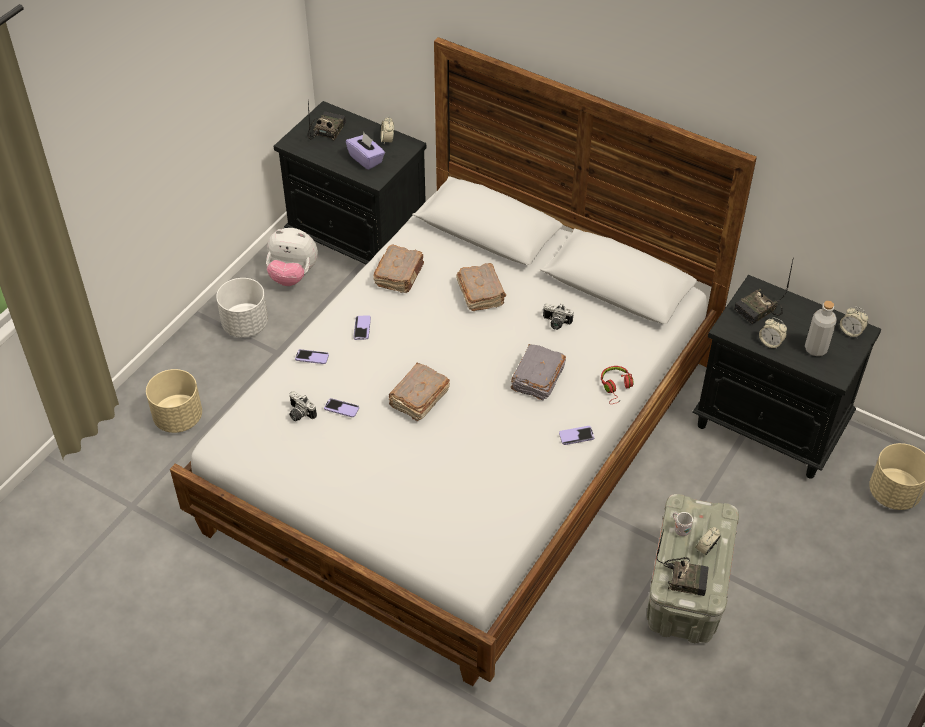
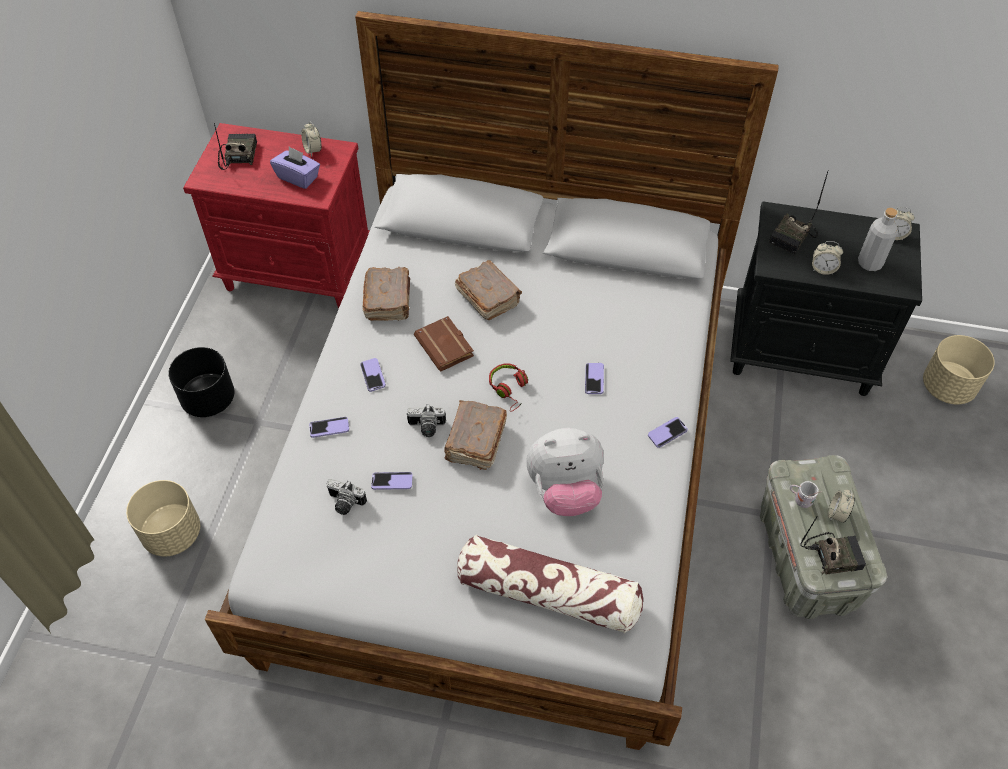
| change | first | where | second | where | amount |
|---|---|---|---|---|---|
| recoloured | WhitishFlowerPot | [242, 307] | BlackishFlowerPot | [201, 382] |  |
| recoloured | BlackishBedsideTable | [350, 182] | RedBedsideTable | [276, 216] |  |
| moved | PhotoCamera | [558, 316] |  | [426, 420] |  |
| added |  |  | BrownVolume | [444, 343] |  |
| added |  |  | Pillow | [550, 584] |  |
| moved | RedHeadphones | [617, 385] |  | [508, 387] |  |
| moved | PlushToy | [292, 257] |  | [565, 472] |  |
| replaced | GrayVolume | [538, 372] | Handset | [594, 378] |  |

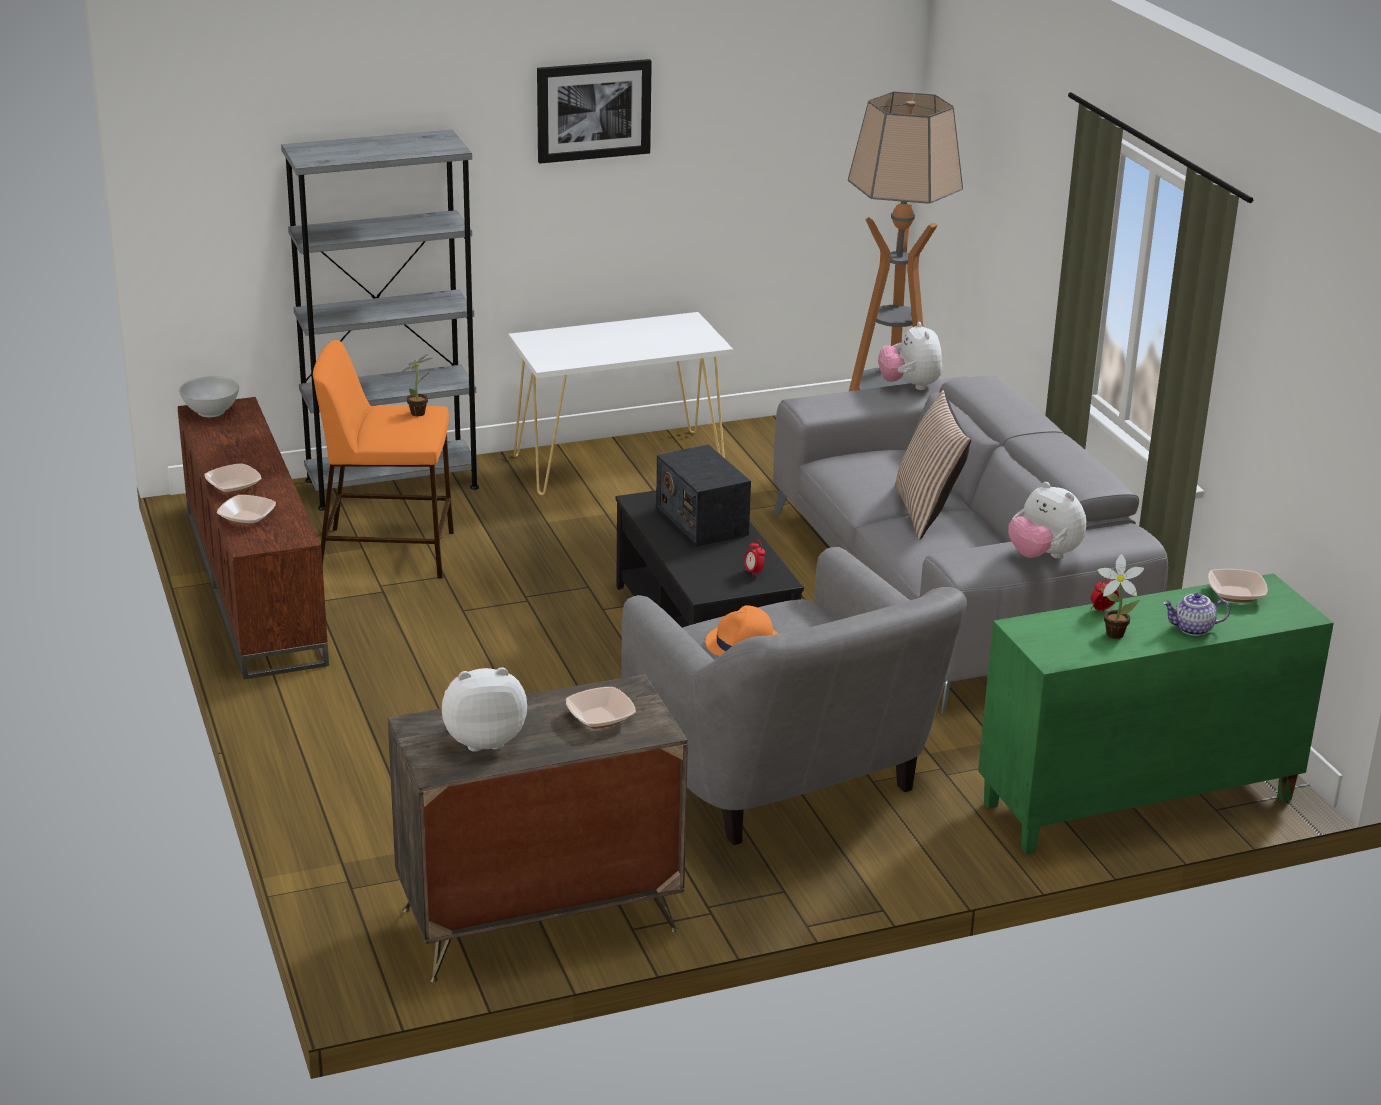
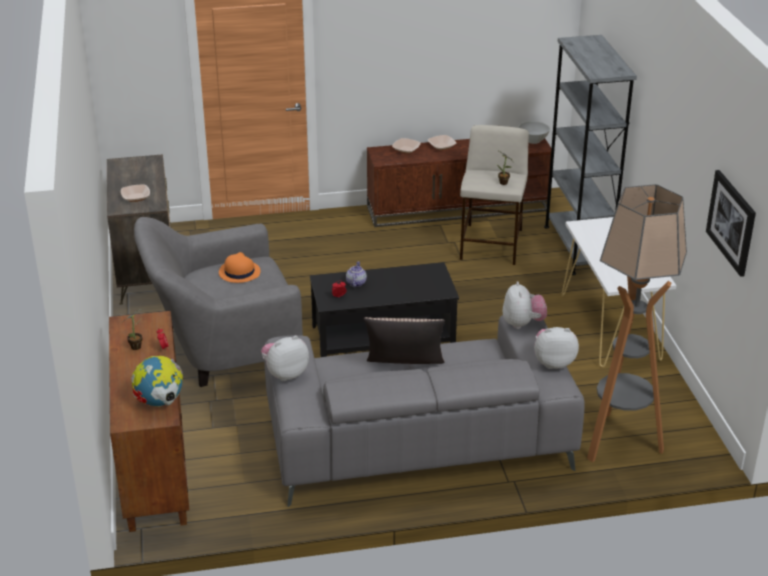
| change | first | where | second | where | amount |
|---|---|---|---|---|---|
| recoloured | GreenishCupboard | [1156, 714] | BrownCupboard | [149, 421] |  |
| replaced | DeepDish | [1237, 585] | DeskGlobe | [157, 381] |  |
| moved | TeaPot | [1196, 614] |  | [356, 274] |  |
| recoloured | OrangeColouredStool | [383, 459] | SandColouredStool | [494, 195] |  |
| moved | PlushToy | [484, 709] |  | [524, 305] |  |
| moved | WallArt | [594, 111] |  | [731, 223] |  |
| removed | RadioReceiver | [703, 495] |  |  |  |

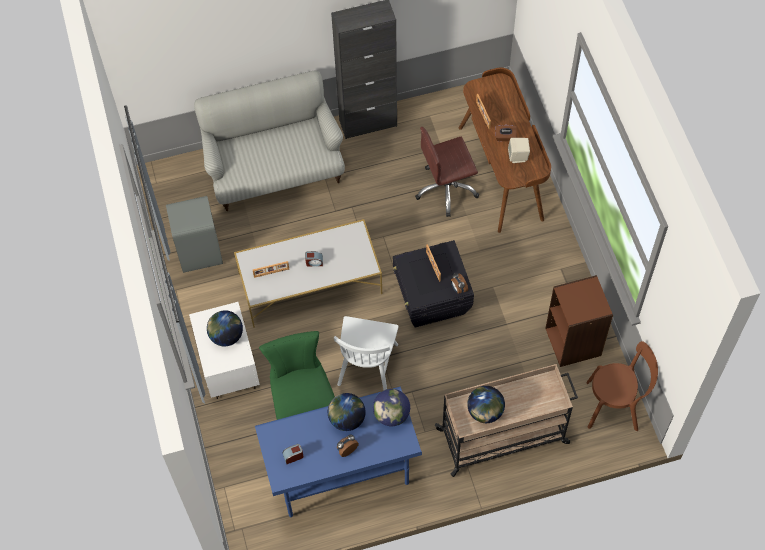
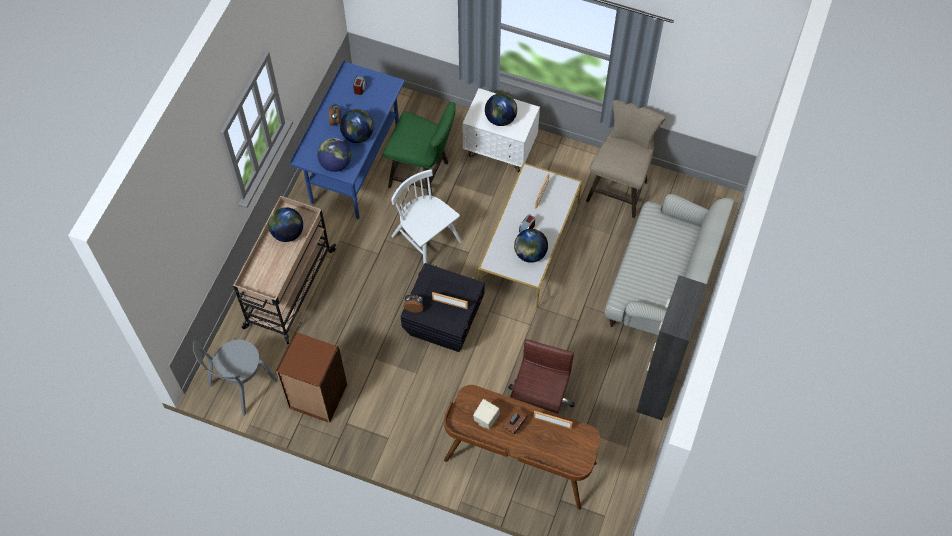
| change | first | where | second | where | amount |
|---|---|---|---|---|---|
| recoloured | BrownPlainChair | [622, 386] | GrayPlainChair | [235, 377] |  |
| added |  |  | DeskGlobe | [531, 246] |  |
| replaced | GrayRubbishBin | [194, 234] | SandColouredStool | [626, 159] |  |

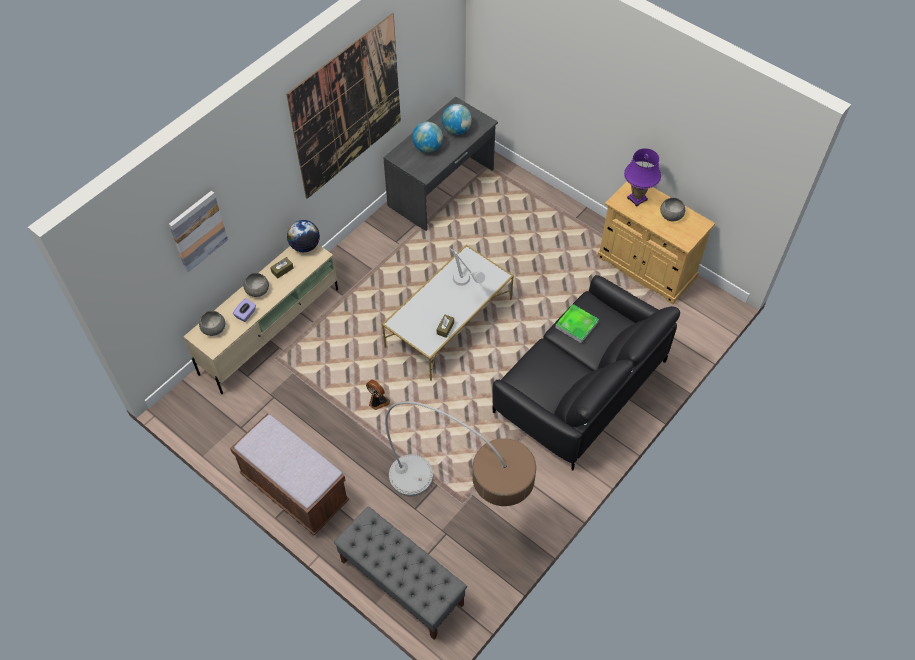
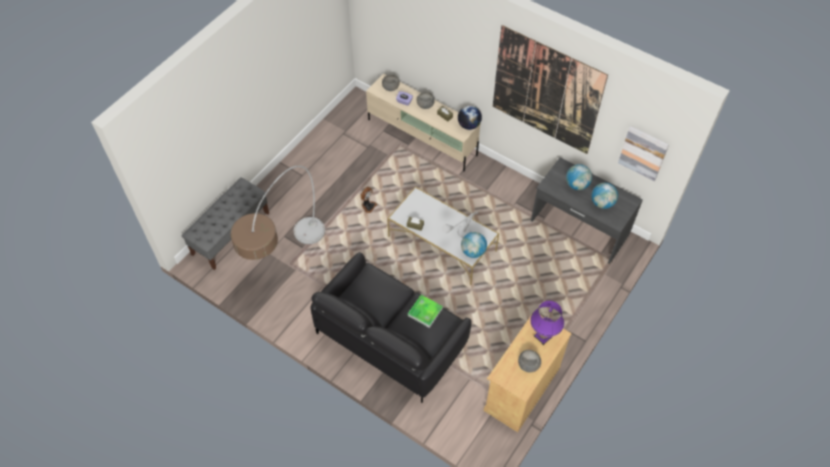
| change | first | where | second | where | amount |
|---|---|---|---|---|---|
| added |  |  | DeskGlobe | [474, 245] |  |
| moved | WallArt | [198, 231] |  | [643, 153] |  |
| removed | BrownLongSeat | [289, 474] |  |  |  |

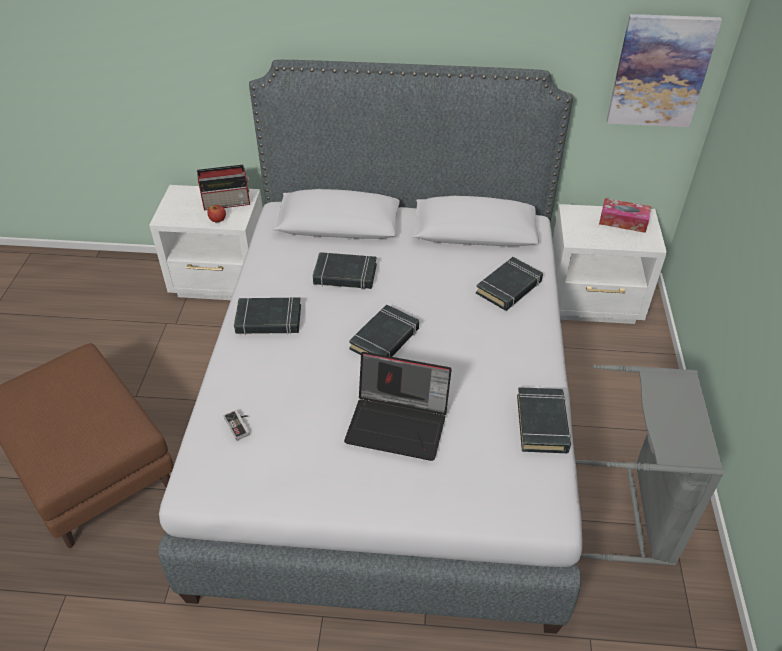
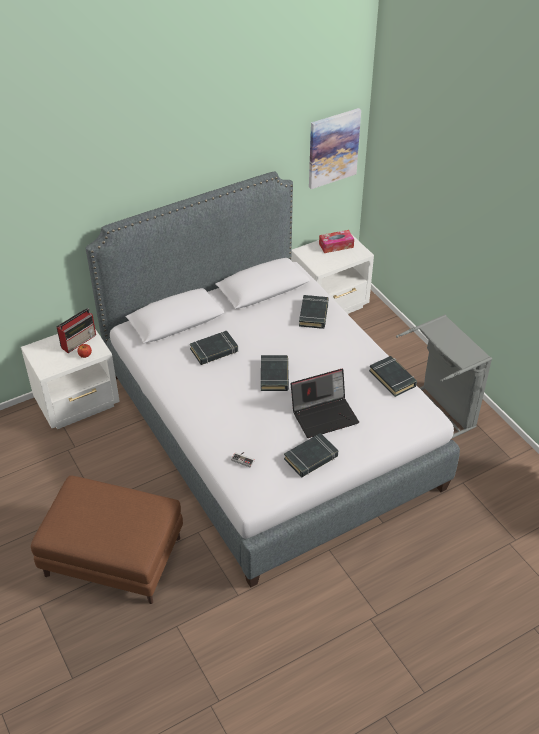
| change | first | where | second | where | amount |
|---|---|---|---|---|---|
| moved | BlackishVolume | [267, 316] |  | [311, 455] |  |

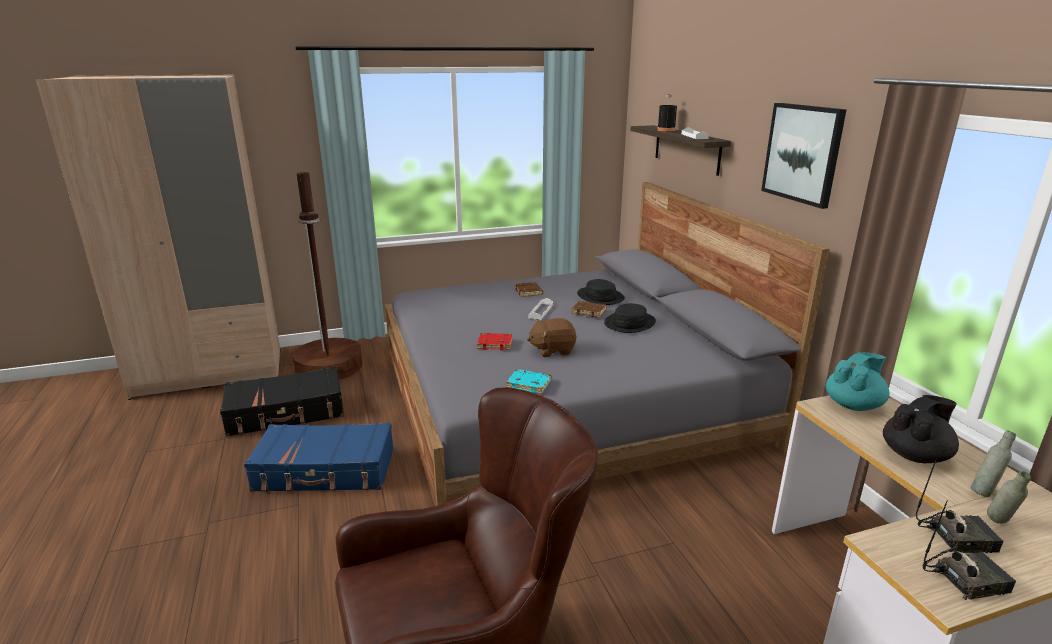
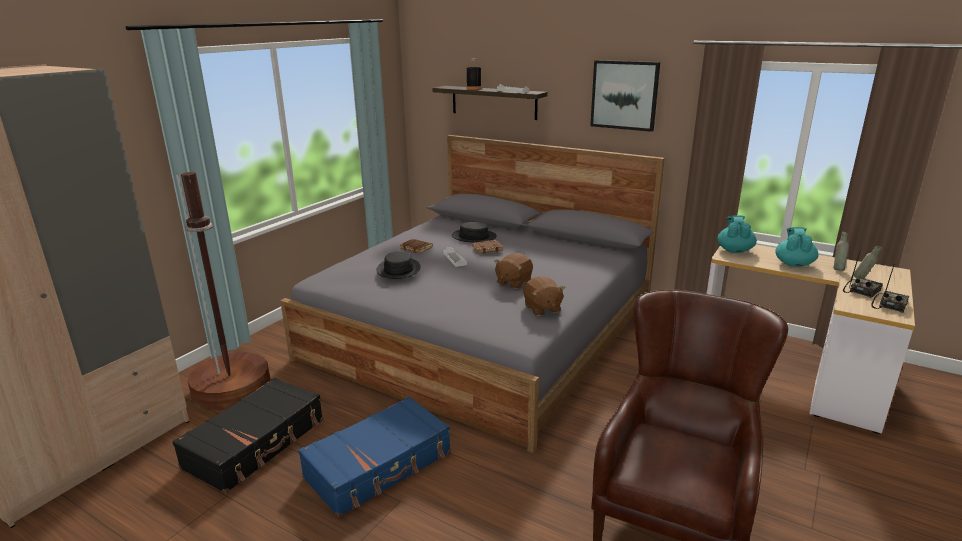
| change | first | where | second | where | amount |
|---|---|---|---|---|---|
| moved | BlackishWearableHat | [630, 318] |  | [399, 265] |  |
| replaced | TurquoiseVolume | [528, 381] | BrownPlushToy | [544, 296] |  |
| recoloured | BlackishTeaPot | [921, 429] | TurquoiseTeaPot | [797, 247] |  |
| removed | RedVolume | [495, 341] |  |  |  |

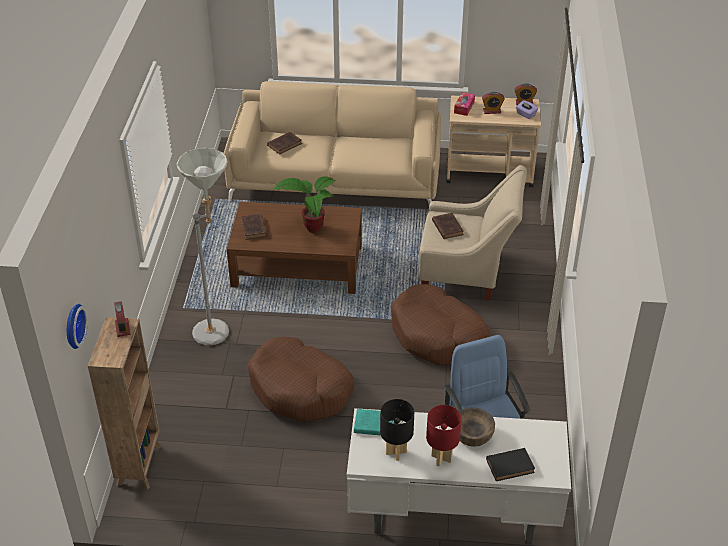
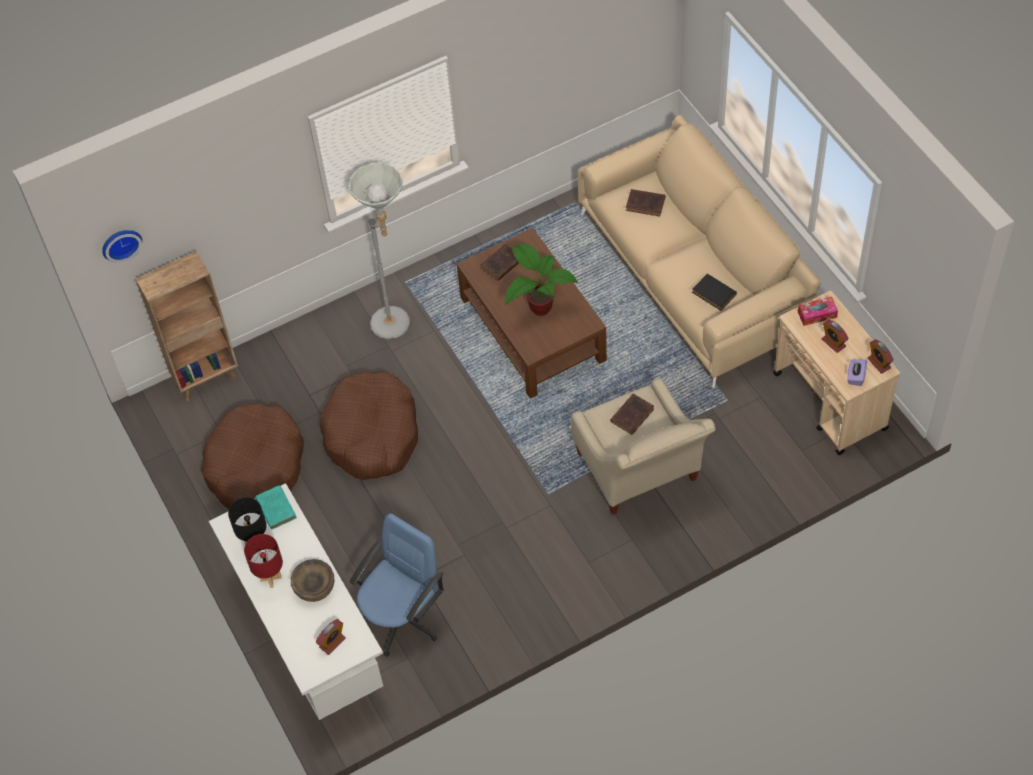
| change | first | where | second | where | amount |
|---|---|---|---|---|---|
| moved | BrownPetBed | [440, 324] |  | [253, 456] |  |
| moved | TableClock | [122, 319] |  | [331, 637] |  |
| moved | BlackishVolume | [510, 464] |  | [714, 292] |  |

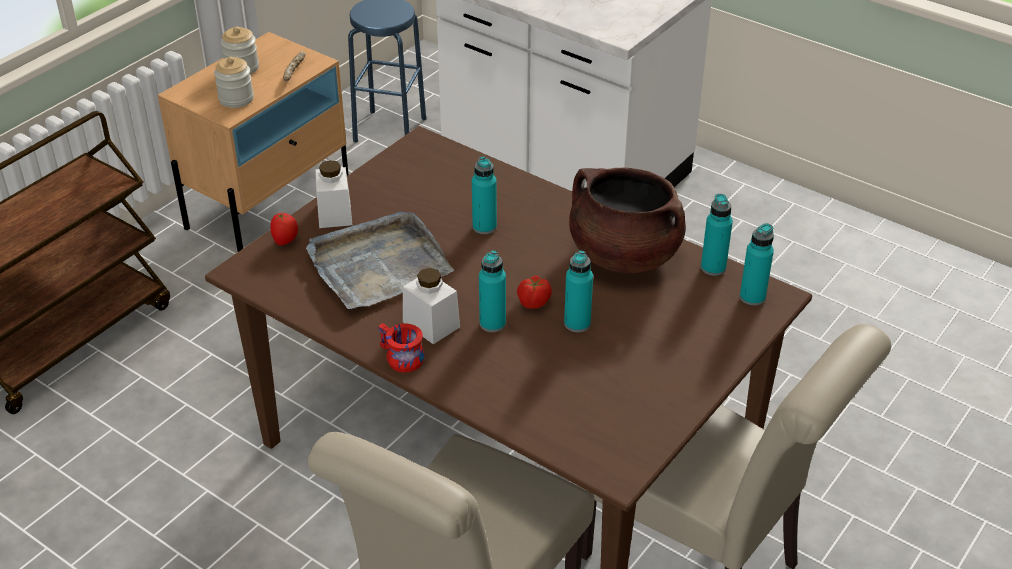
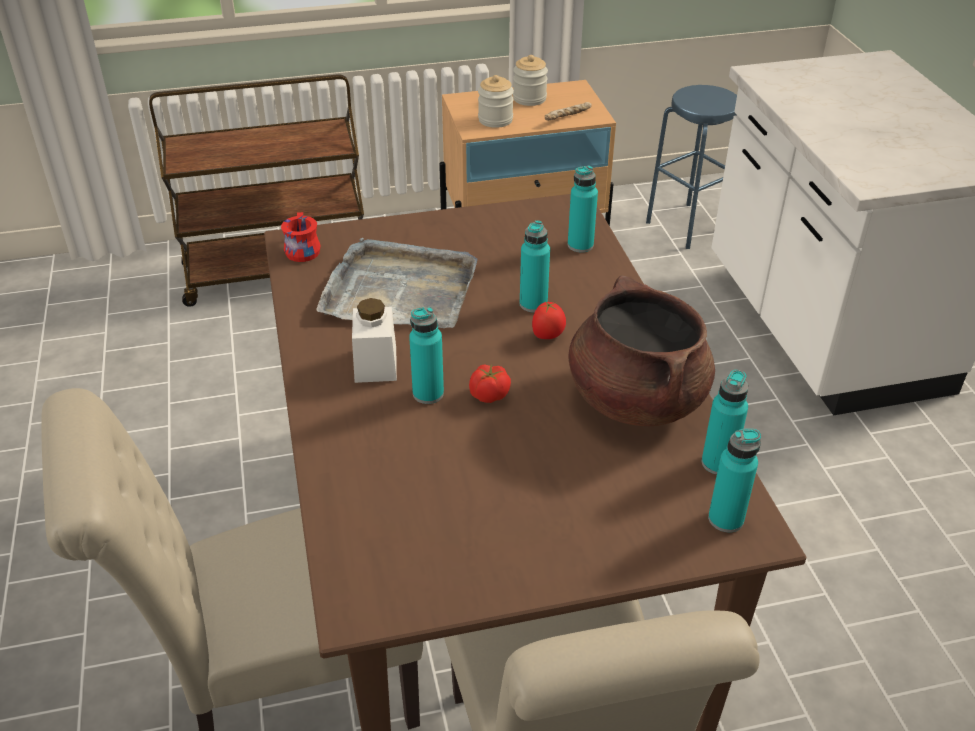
| change | first | where | second | where | amount |
|---|---|---|---|---|---|
| moved | RedMug | [401, 348] |  | [300, 237] |  |
| moved | WholeTomato | [284, 228] |  | [549, 320] |  |
| moved | TurquoiseBottle | [578, 291] |  | [583, 209] |  |
| removed | WhitishStorageJar | [333, 194] |  |  |  |

